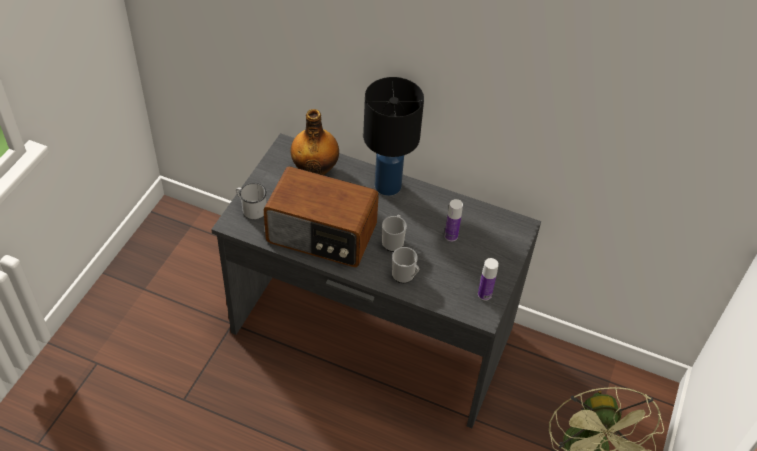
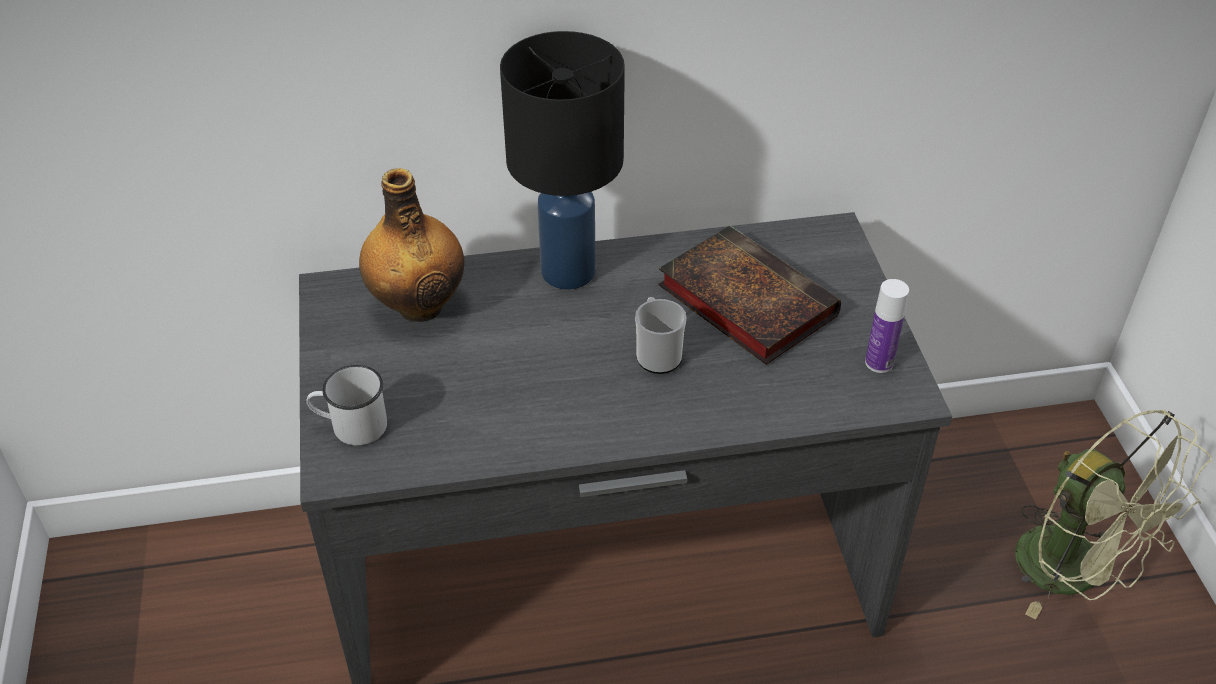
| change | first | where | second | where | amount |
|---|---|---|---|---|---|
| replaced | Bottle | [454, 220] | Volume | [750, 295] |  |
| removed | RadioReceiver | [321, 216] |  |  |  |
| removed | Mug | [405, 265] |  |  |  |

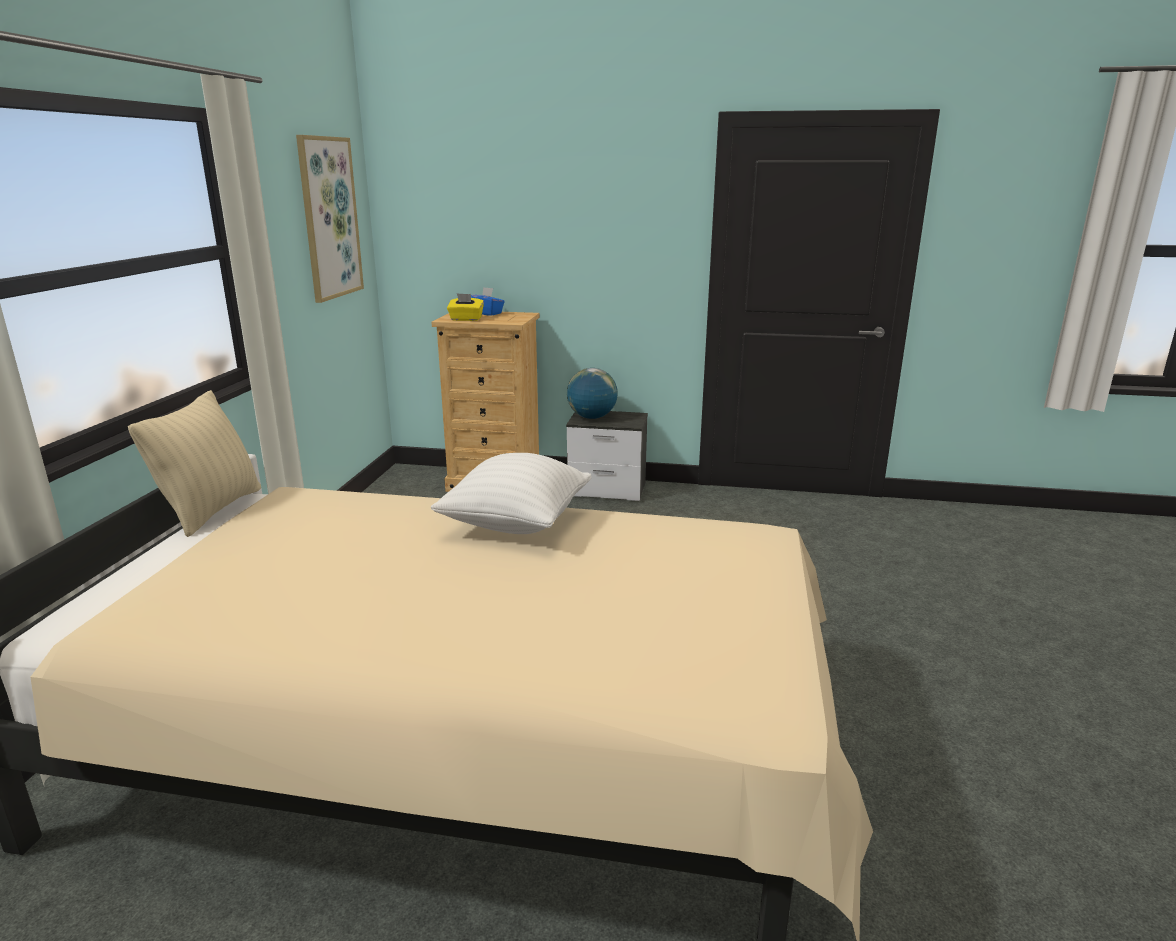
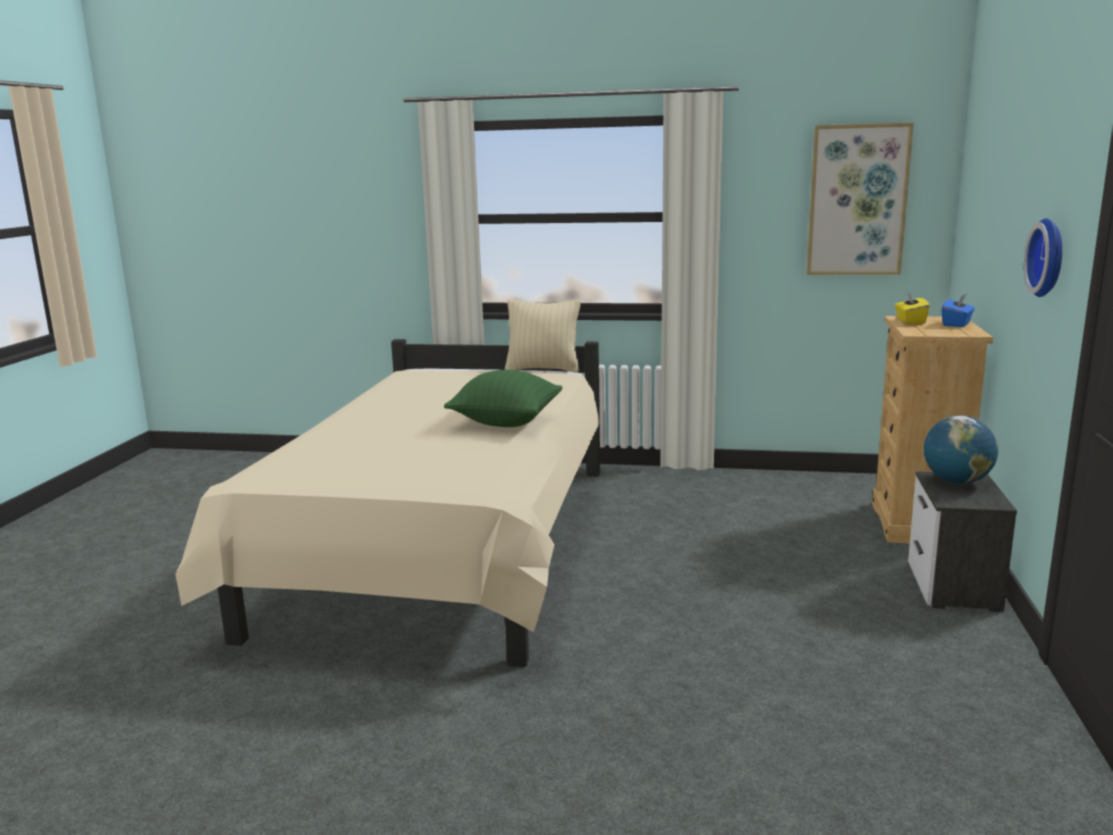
| change | first | where | second | where | amount |
|---|---|---|---|---|---|
| recoloured | WhitishPillow | [511, 493] | GreenishPillow | [503, 398] |  |
| added |  |  | HangingClock | [1043, 257] |  |

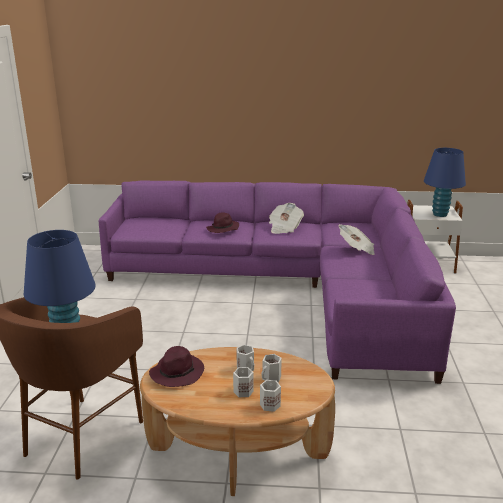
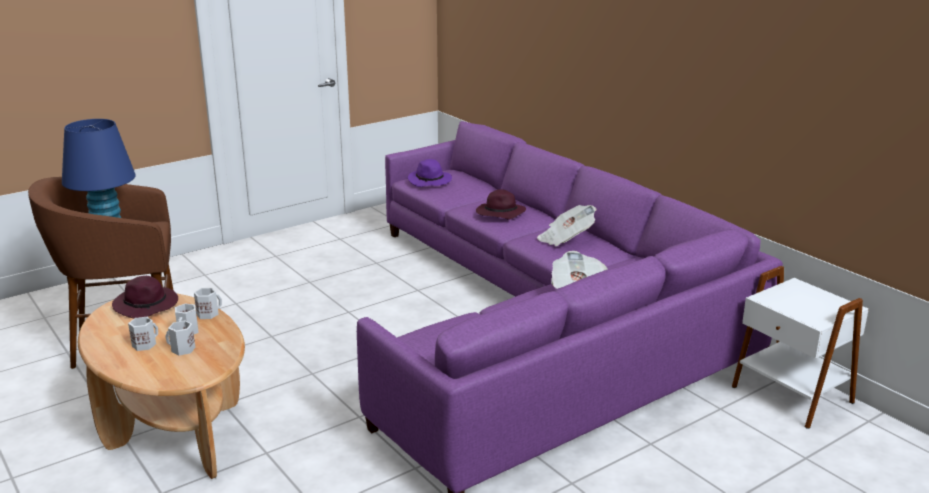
| change | first | where | second | where | amount |
|---|---|---|---|---|---|
| moved | WhitishMug | [270, 396] |  | [208, 303] |  |
| added |  |  | PurpleColouredWearableHat | [430, 173] |  |
| removed | BluishLampForATable | [445, 182] |  |  |  |

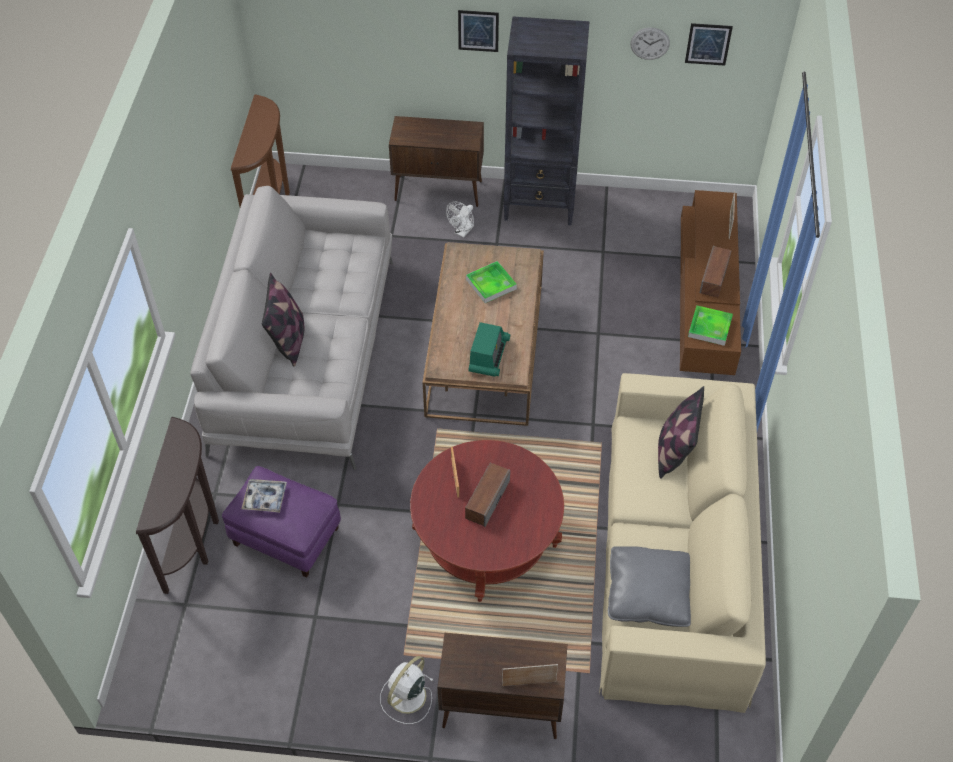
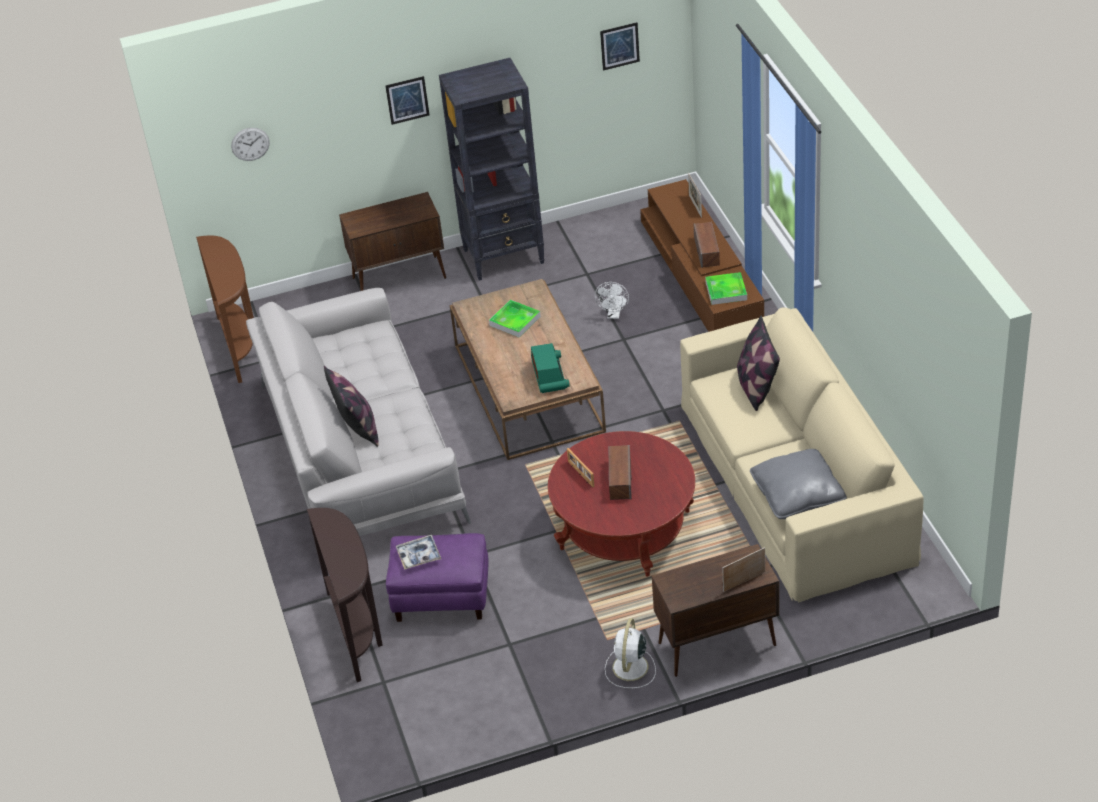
| change | first | where | second | where | amount |
|---|---|---|---|---|---|
| moved | HangingClock | [650, 43] |  | [250, 144] |  |
| moved | WhitishFan | [460, 220] |  | [612, 300] |  |

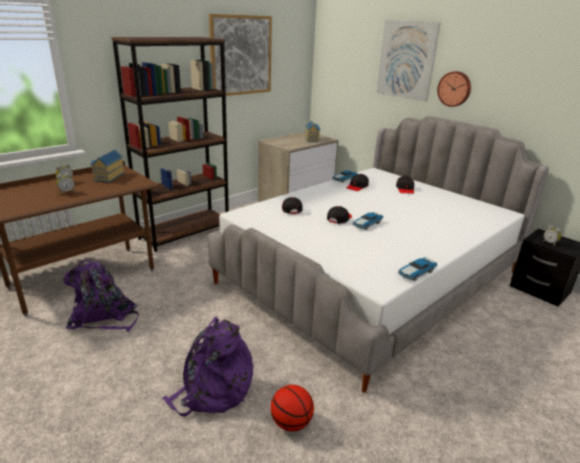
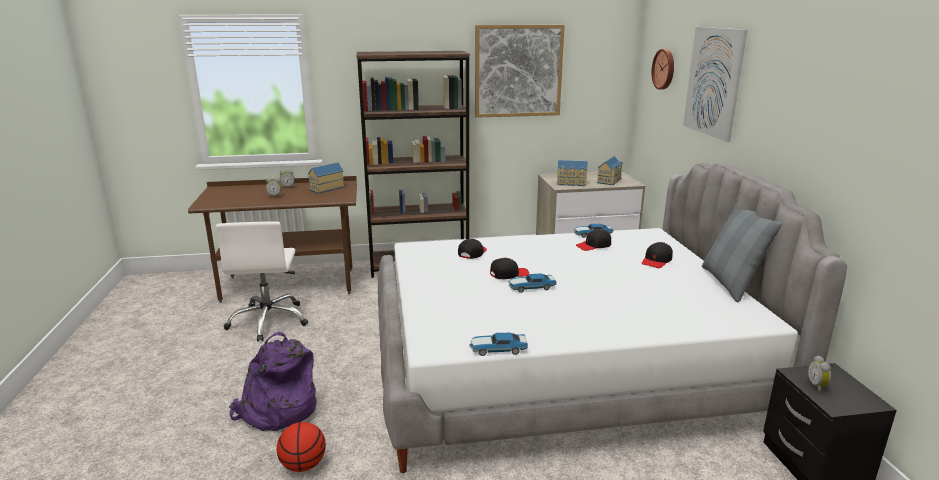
| change | first | where | second | where | amount |
|---|---|---|---|---|---|
| replaced | PurpleColouredRucksack | [101, 296] | WhitishOfficeChair | [262, 281] |  |
| added |  |  | MiniatureHouse | [572, 173] |  |
| moved | HangingClock | [454, 89] |  | [662, 69] |  |
| added |  |  | GrayPillow | [742, 253] |  |

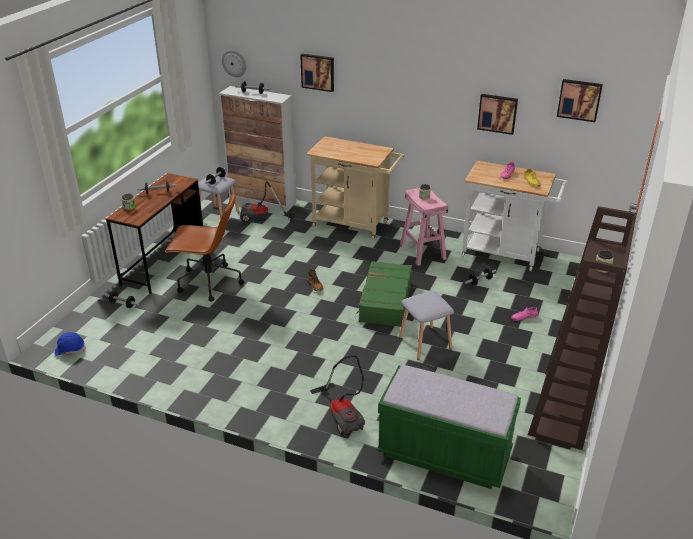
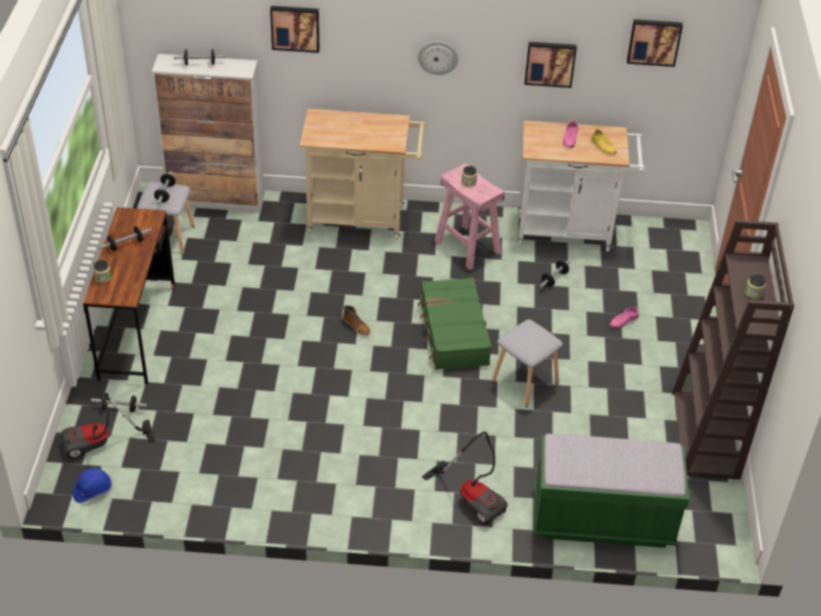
| change | first | where | second | where | amount |
|---|---|---|---|---|---|
| moved | Vacuum | [267, 202] |  | [108, 427] |  |
| moved | HangingClock | [234, 63] |  | [438, 58] |  |
| removed | BrownOfficeChair | [205, 248] |  |  |  |

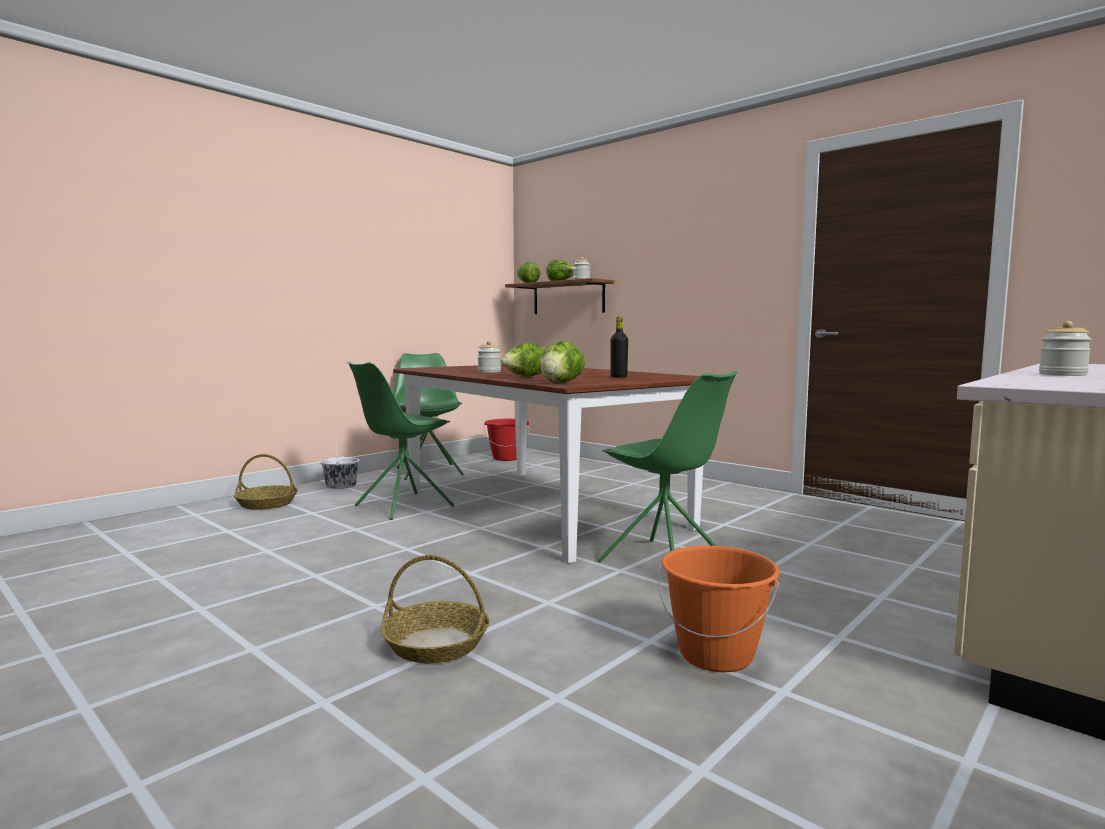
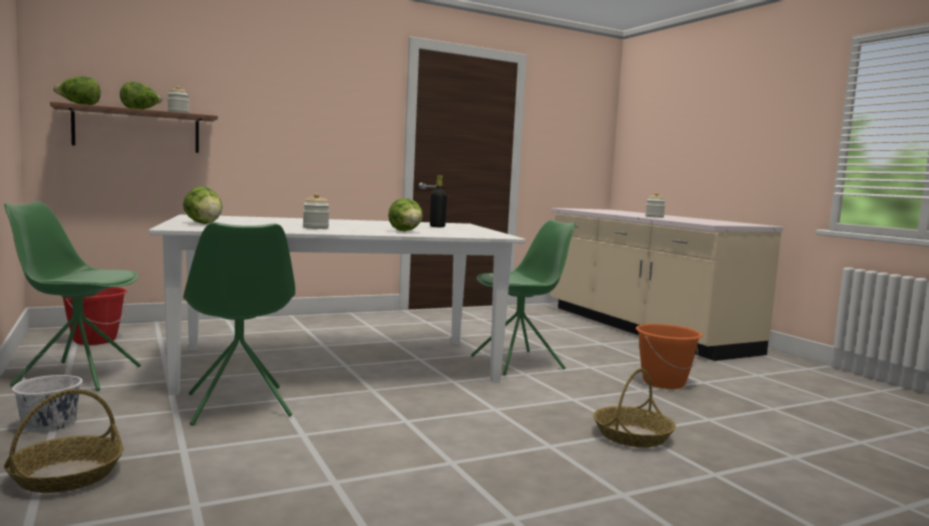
| change | first | where | second | where | amount |
|---|---|---|---|---|---|
| recoloured | BrownDinnerTable | [548, 464] | WhitishDinnerTable | [337, 305] |  |
| moved | LettuceHead | [562, 362] |  | [203, 205] |  |

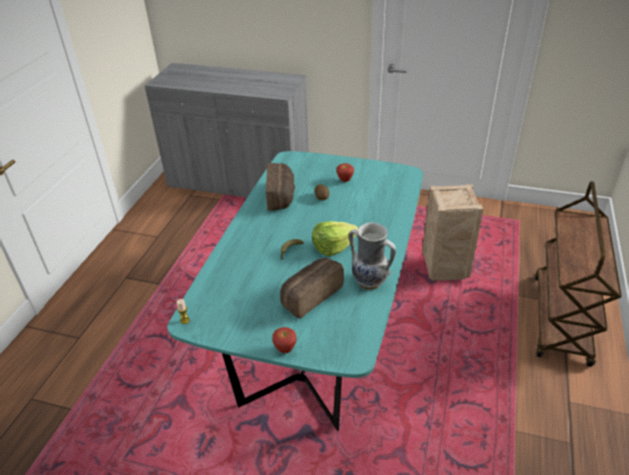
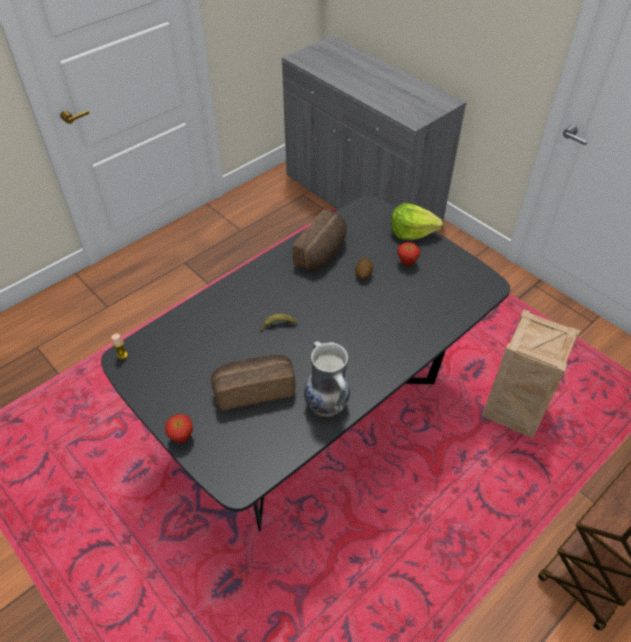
| change | first | where | second | where | amount |
|---|---|---|---|---|---|
| recoloured | TurquoiseDinnerTable | [295, 291] | BlackishDinnerTable | [305, 363] |  |
| moved | LettuceHead | [335, 238] |  | [417, 221] |  |

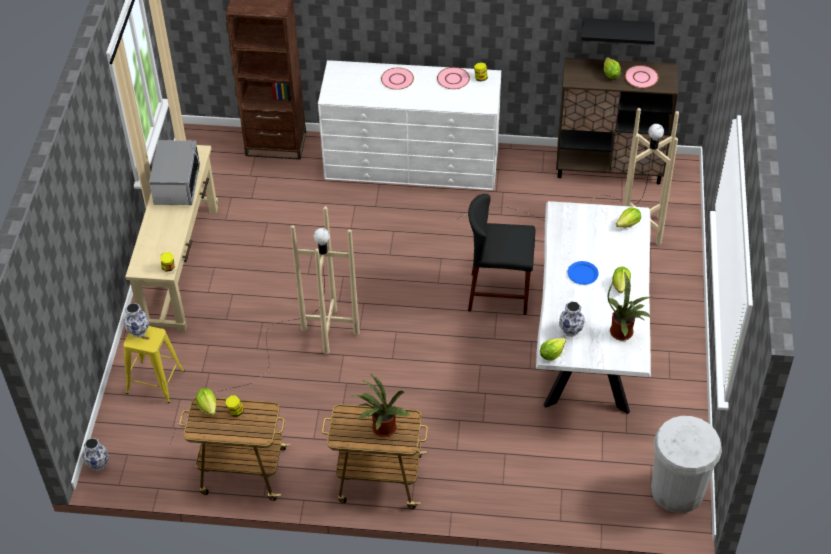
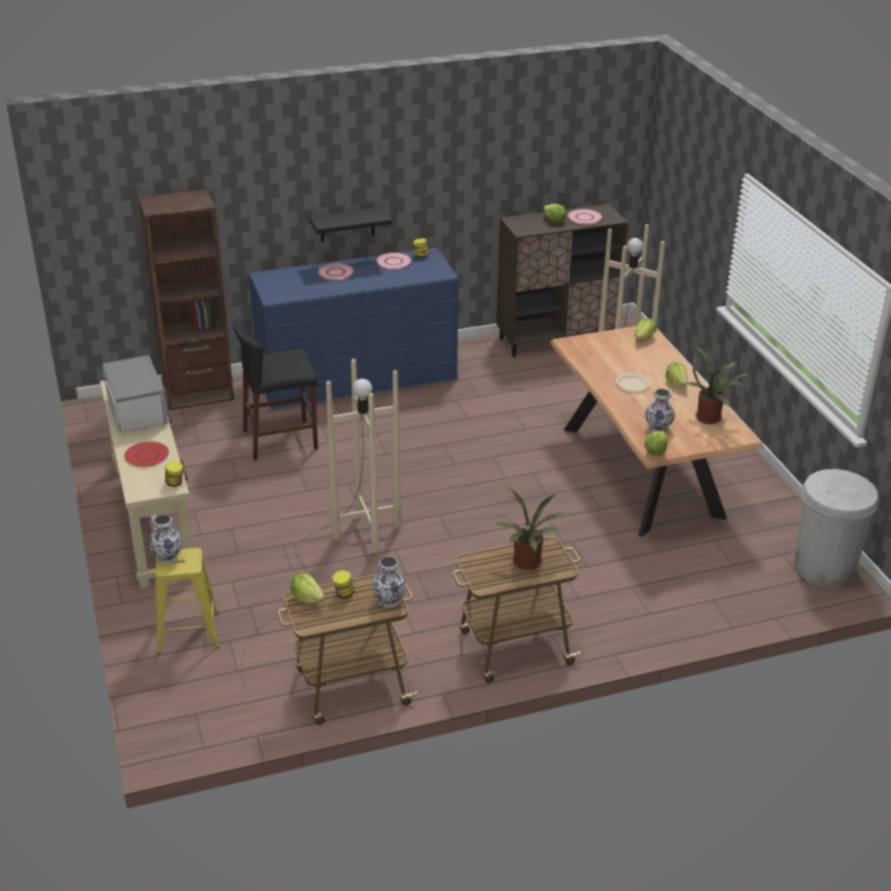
| change | first | where | second | where | amount |
|---|---|---|---|---|---|
| added |  |  | RedPlate | [146, 454] |  |
| moved | BlackishStool | [501, 254] |  | [276, 388] |  |
| recoloured | WhitishChestOfDrawers | [409, 125] | BluishChestOfDrawers | [354, 329] |  |
| moved | BlackishBracketShelf | [618, 31] |  | [351, 224] |  |
| moved | DecorativeVase | [96, 454] |  | [389, 581] |  |
| recoloured | WhitishDinnerTable | [593, 307] | BrownDinnerTable | [657, 431] |  |
| recoloured | BluishPlate | [583, 273] | SandColouredPlate | [633, 382] |  |

